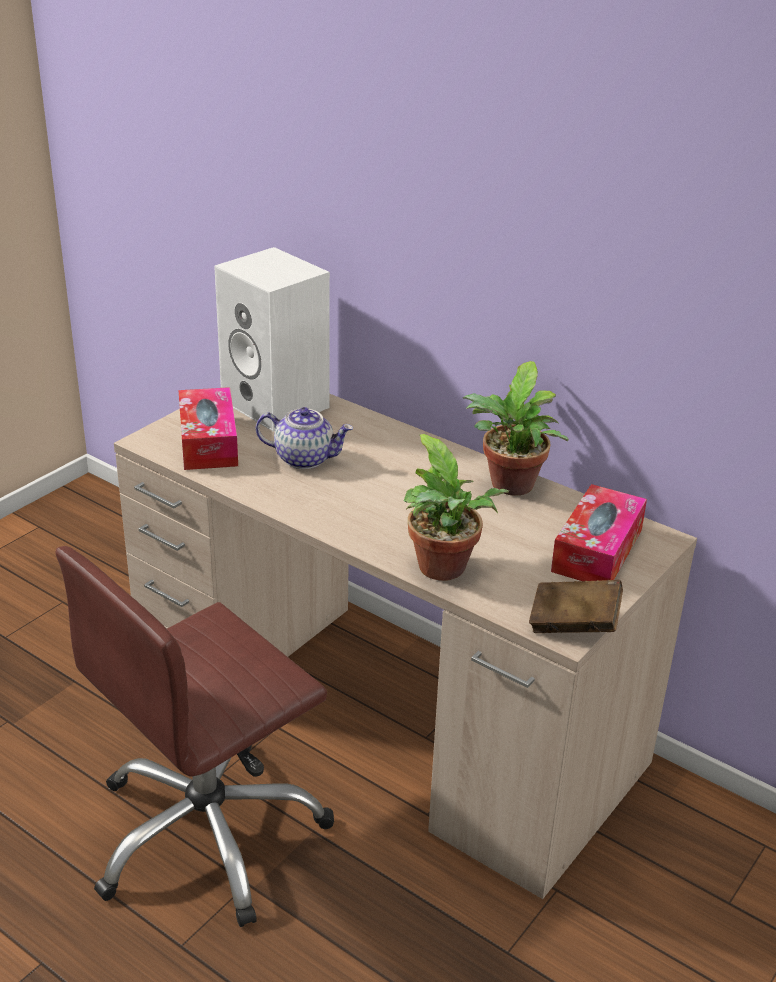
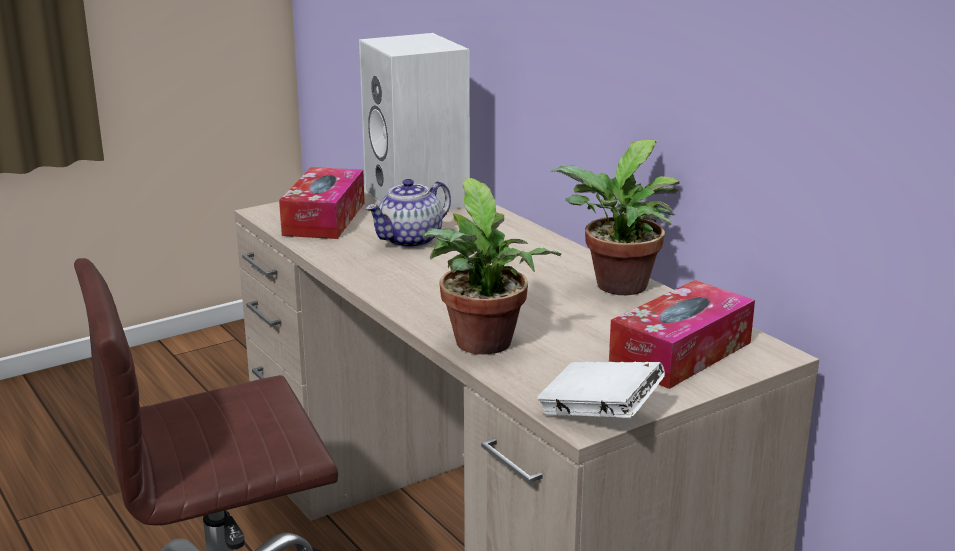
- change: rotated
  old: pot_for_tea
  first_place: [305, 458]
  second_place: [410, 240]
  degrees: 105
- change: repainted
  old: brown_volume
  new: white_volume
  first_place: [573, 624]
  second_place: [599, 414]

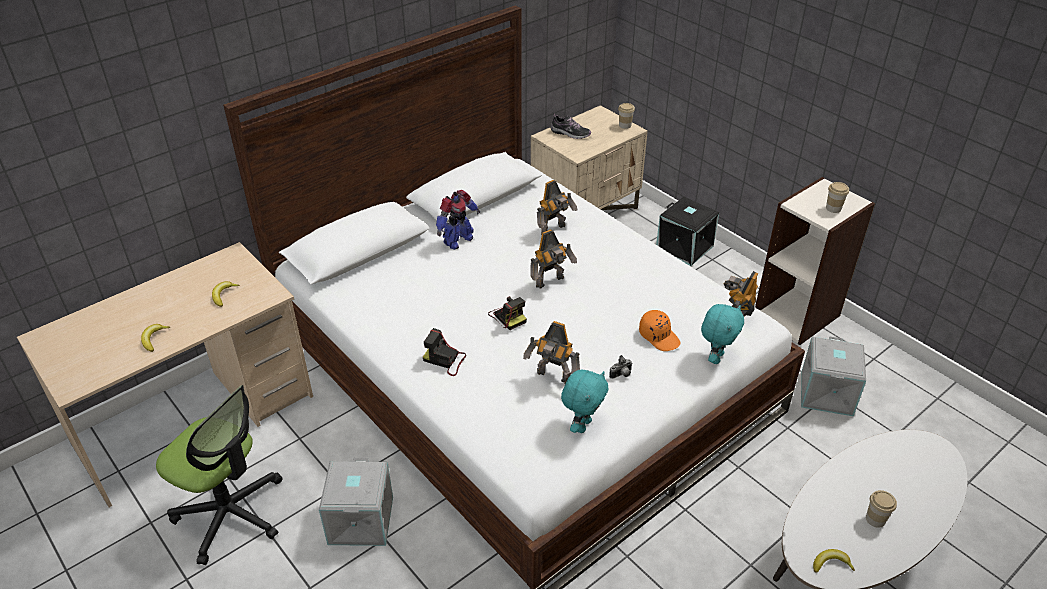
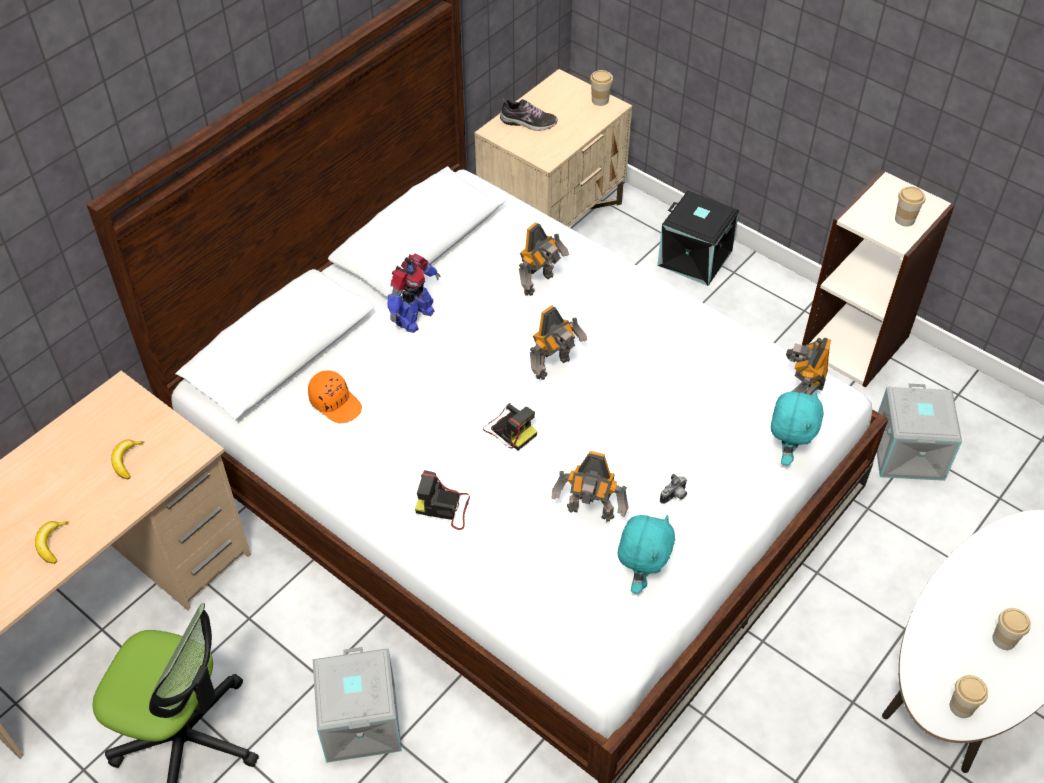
- change: shifted
  old: orange_baseball_cap
  first_place: [659, 336]
  second_place: [336, 403]
- change: swapped
  old: whole_banana
  new: small_cup
  first_place: [831, 564]
  second_place: [961, 707]

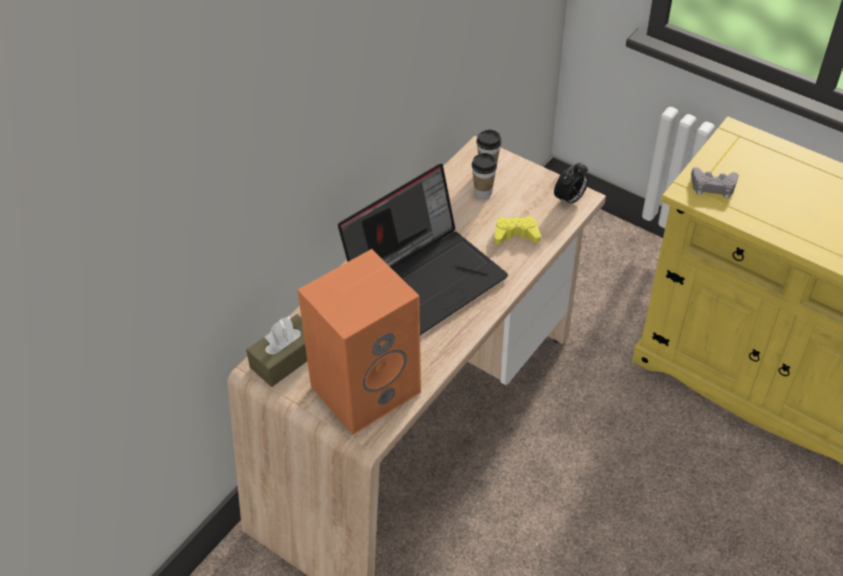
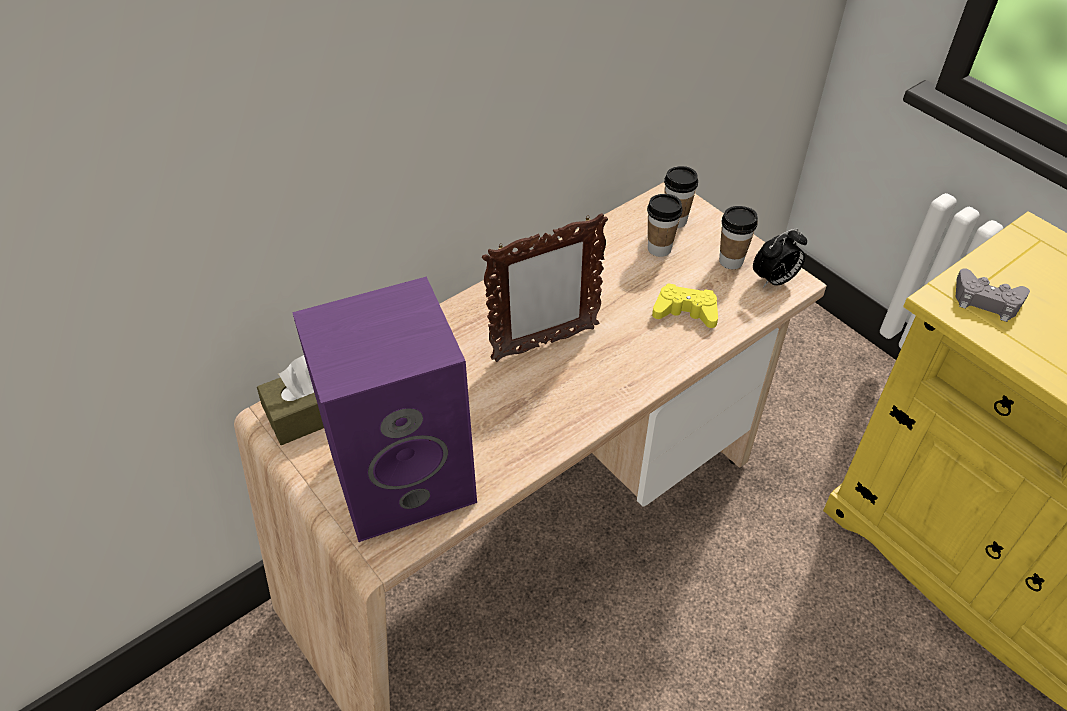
- change: swapped
  old: notebook_computer
  new: photo_frame
  first_place: [426, 278]
  second_place: [544, 344]
- change: repainted
  old: orange_speaker
  new: purple-coloured_speaker
  first_place: [366, 386]
  second_place: [405, 475]
- change: new
  new: small_cup
  second_place: [731, 261]

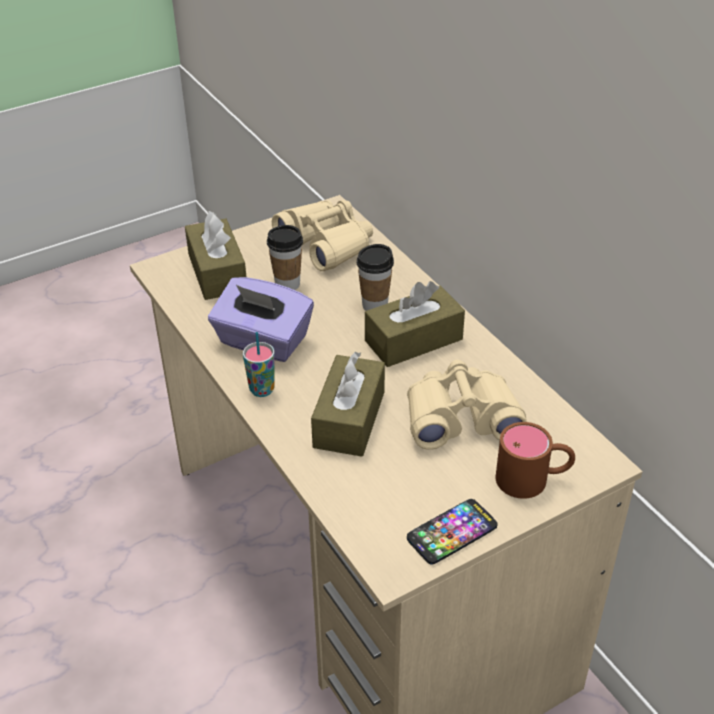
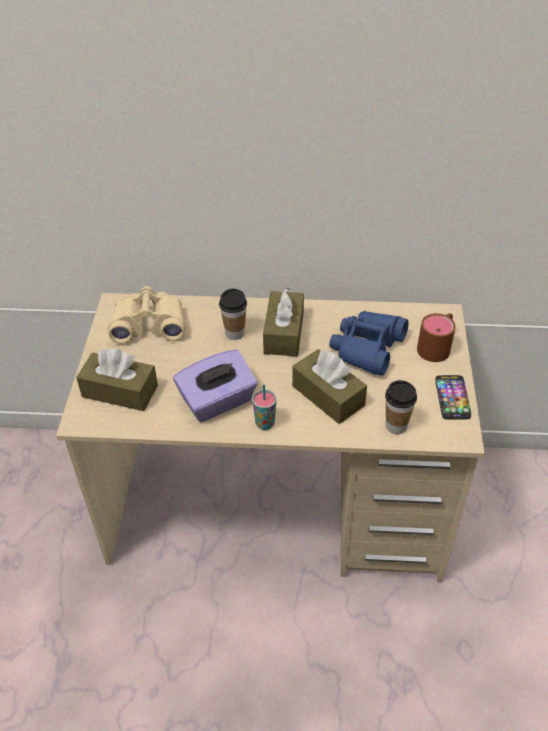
- change: shifted
  old: small_cup
  first_place: [287, 284]
  second_place: [396, 426]
- change: repainted
  old: beige-coloured_pair_of_binoculars
  new: bluish_pair_of_binoculars
  first_place: [461, 417]
  second_place: [367, 348]

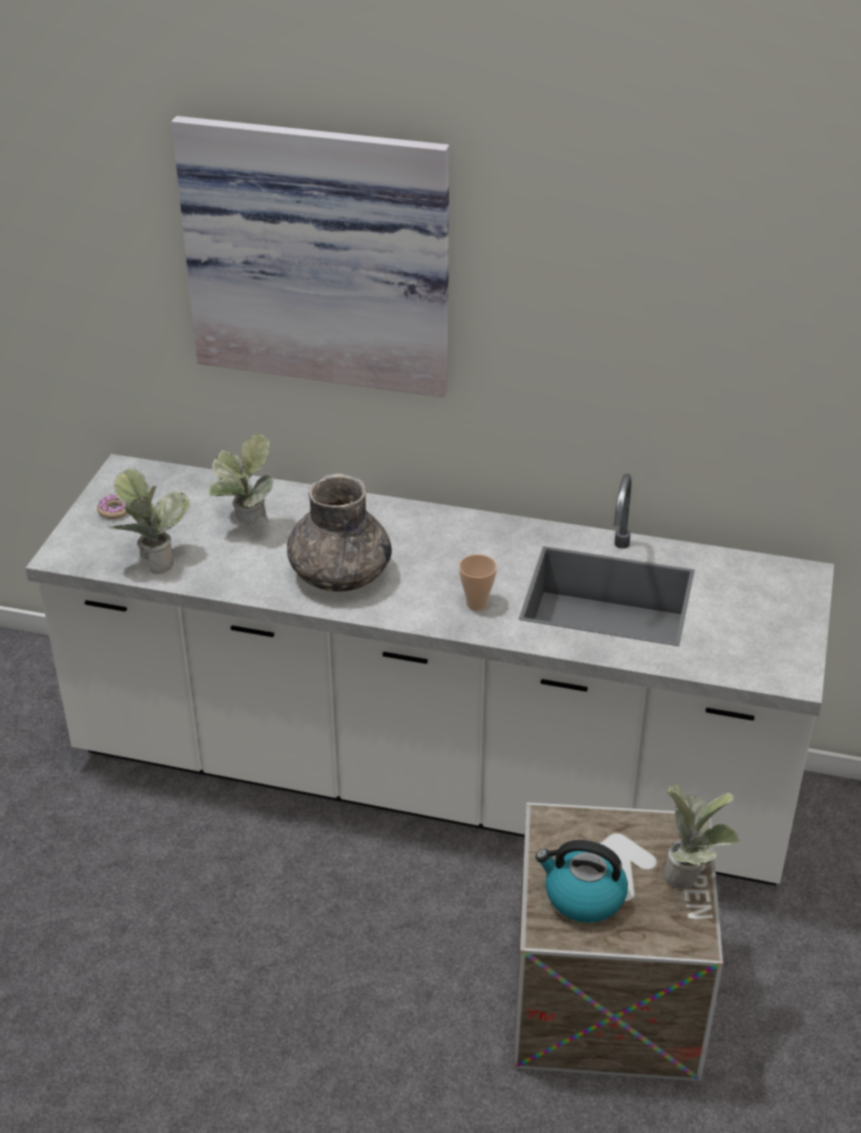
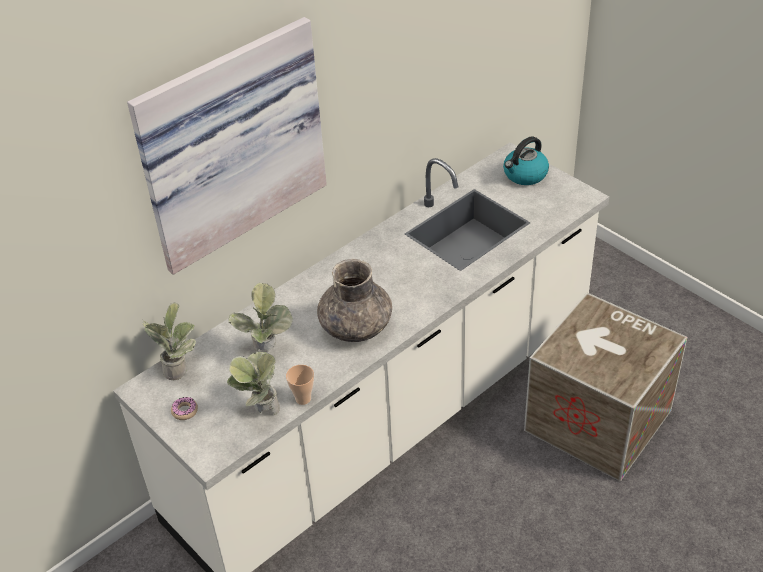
- change: shifted
  old: small_cup
  first_place: [476, 603]
  second_place: [303, 398]
- change: shifted
  old: houseplant
  first_place: [690, 876]
  second_place: [179, 367]
- change: shifted
  old: tea_kettle
  first_place: [583, 897]
  second_place: [525, 175]

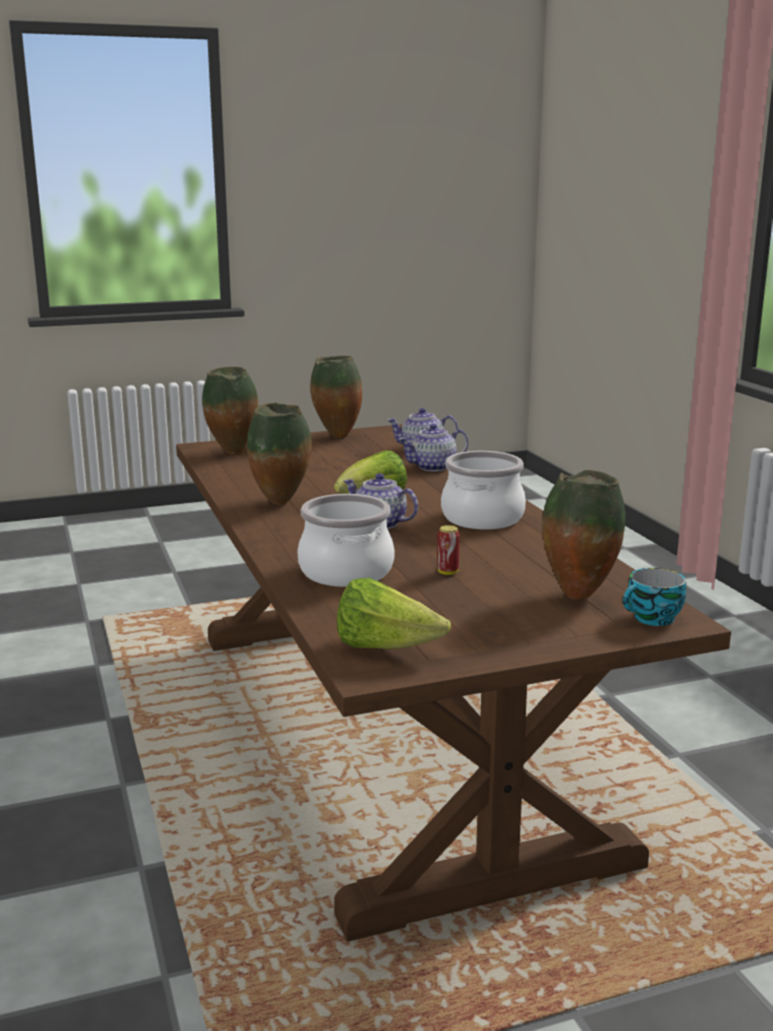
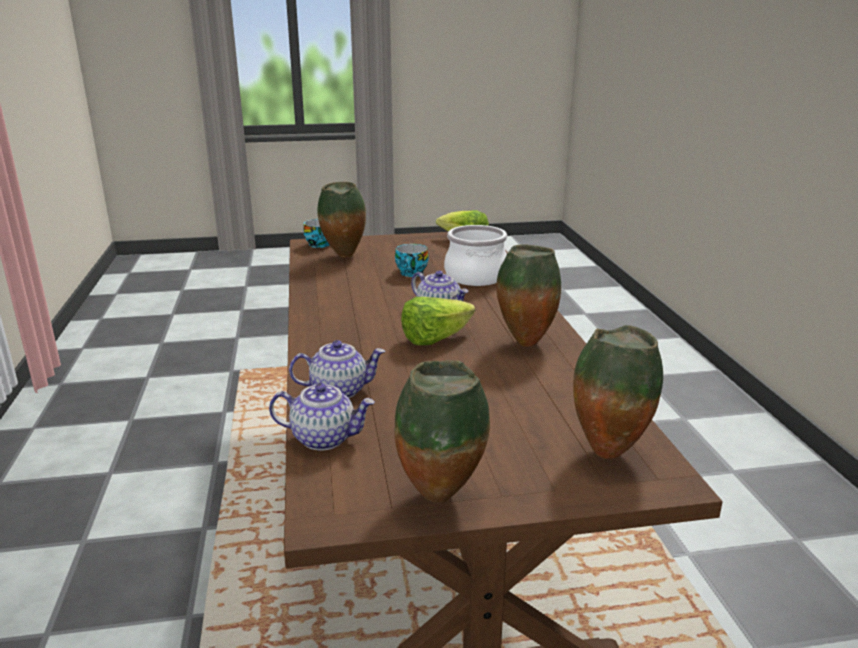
- change: gone
  old: cooking_pot
  first_place: [481, 518]
- change: swapped
  old: sealed_can
  new: small_cup
  first_place: [447, 572]
  second_place: [410, 272]

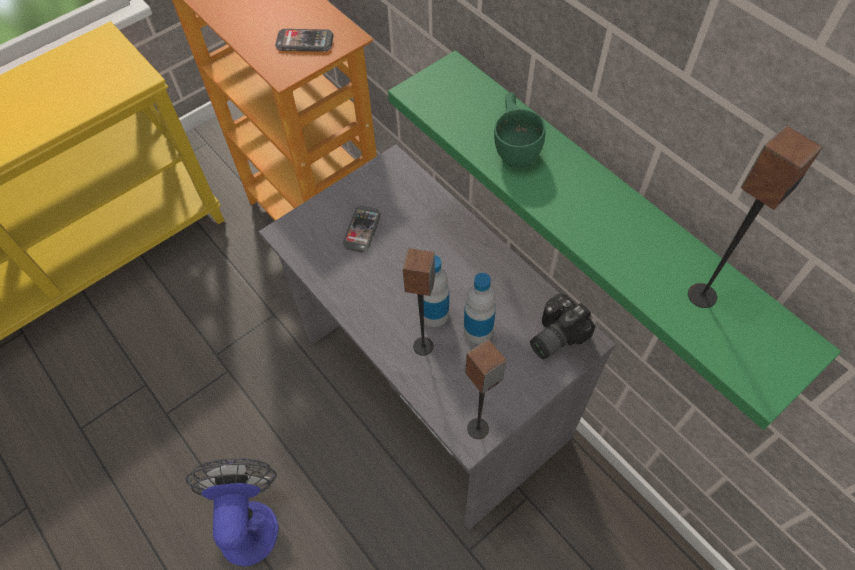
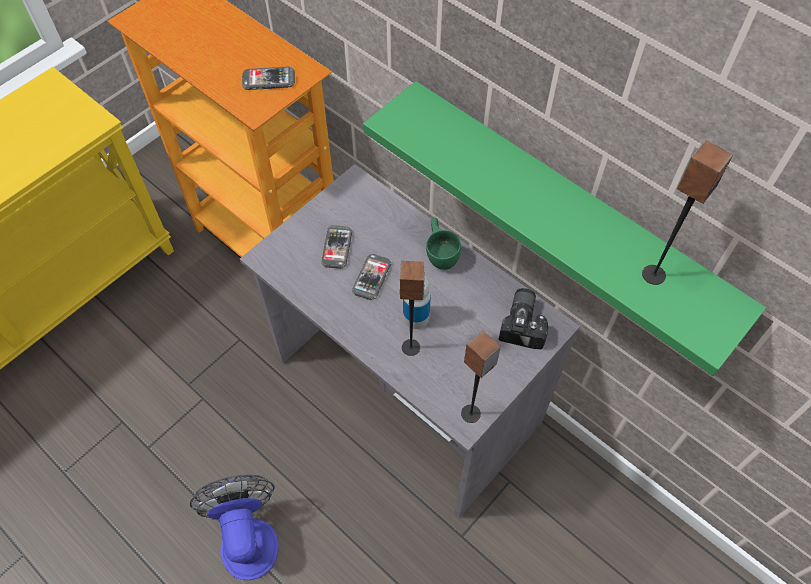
- change: shifted
  old: green-coloured_small_cup
  first_place: [516, 147]
  second_place: [441, 253]
- change: gone
  old: bottle
  first_place: [478, 330]
- change: rotated
  old: still_camera
  first_place: [553, 335]
  second_place: [525, 324]
  degrees: 150
- change: new
  new: telephone
  second_place: [372, 277]

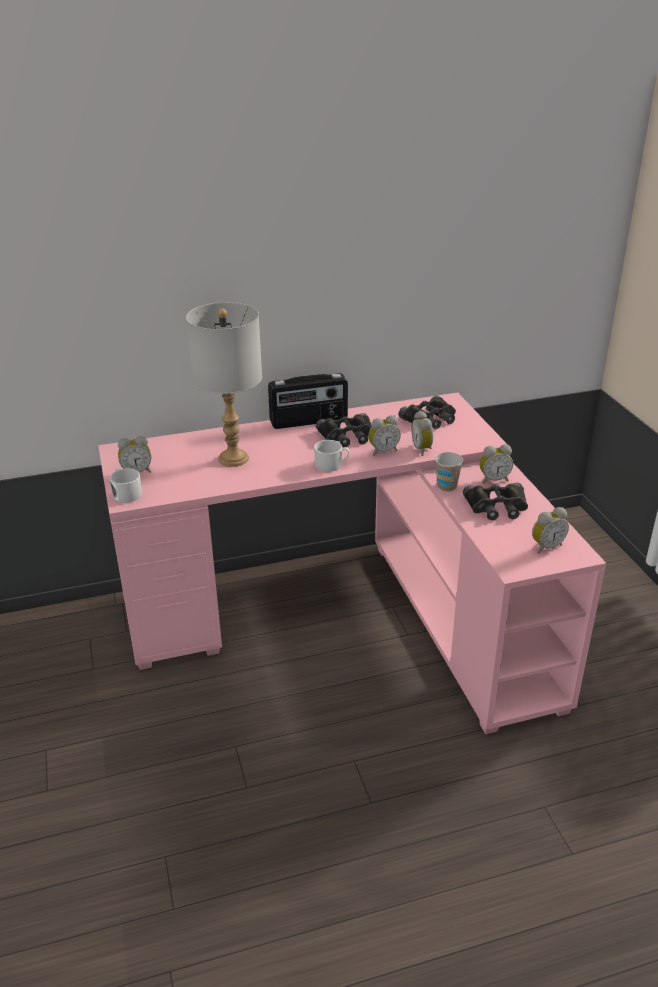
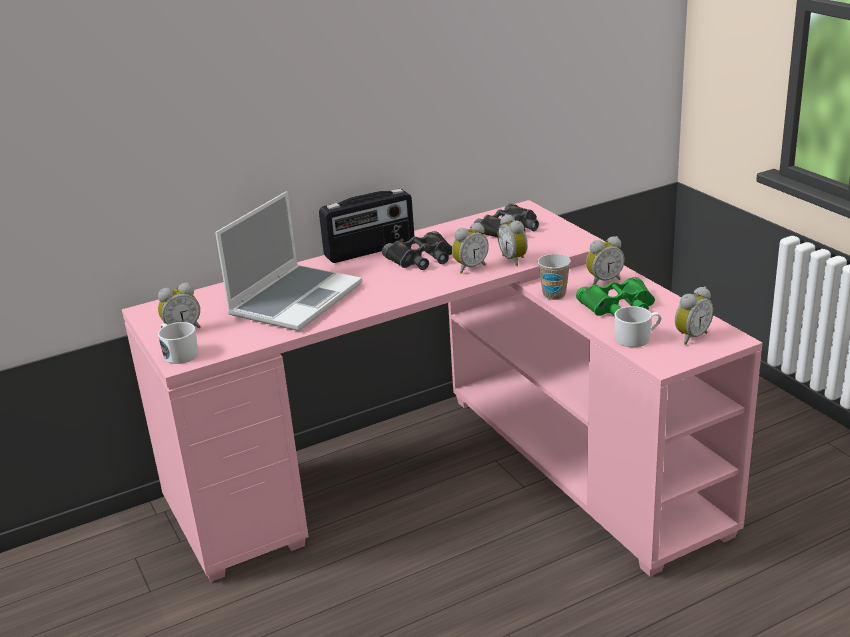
- change: swapped
  old: greyish_lamp_for_a_table
  new: notebook_computer
  first_place: [233, 458]
  second_place: [296, 299]
- change: shifted
  old: white_mug
  first_place: [332, 465]
  second_place: [637, 338]
- change: repainted
  old: black-coloured_pair_of_binoculars
  new: green-coloured_pair_of_binoculars
  first_place: [497, 507]
  second_place: [619, 306]

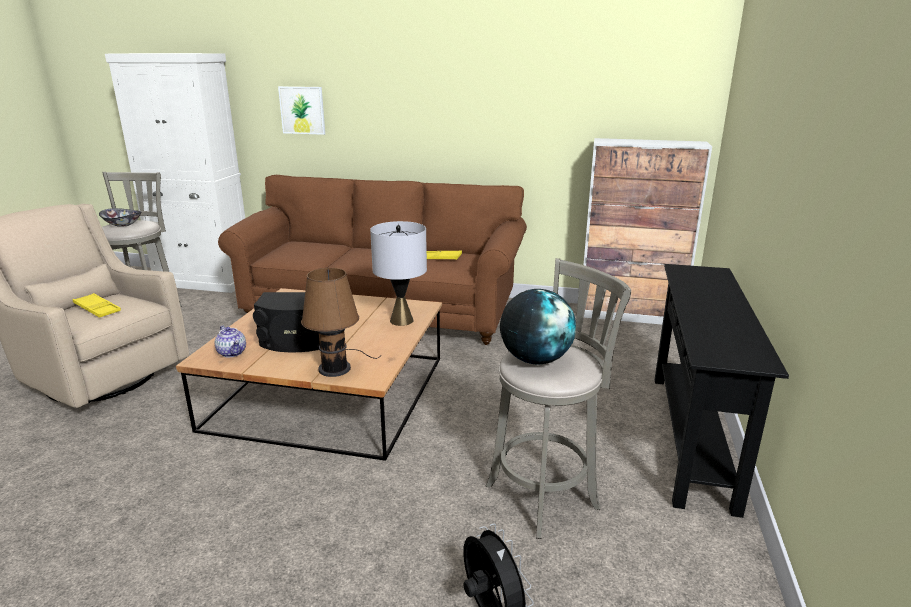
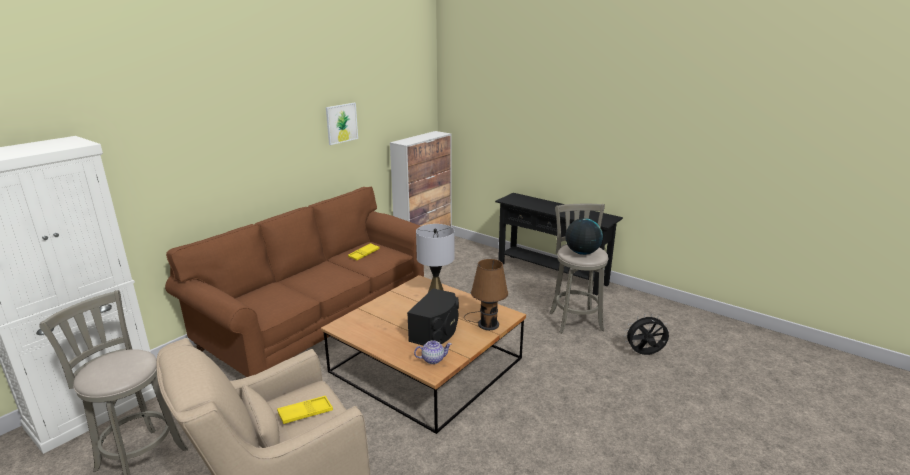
- change: shifted
  old: wall_picture
  first_place: [302, 110]
  second_place: [341, 123]
- change: gone
  old: deep_dish
  first_place: [123, 224]

